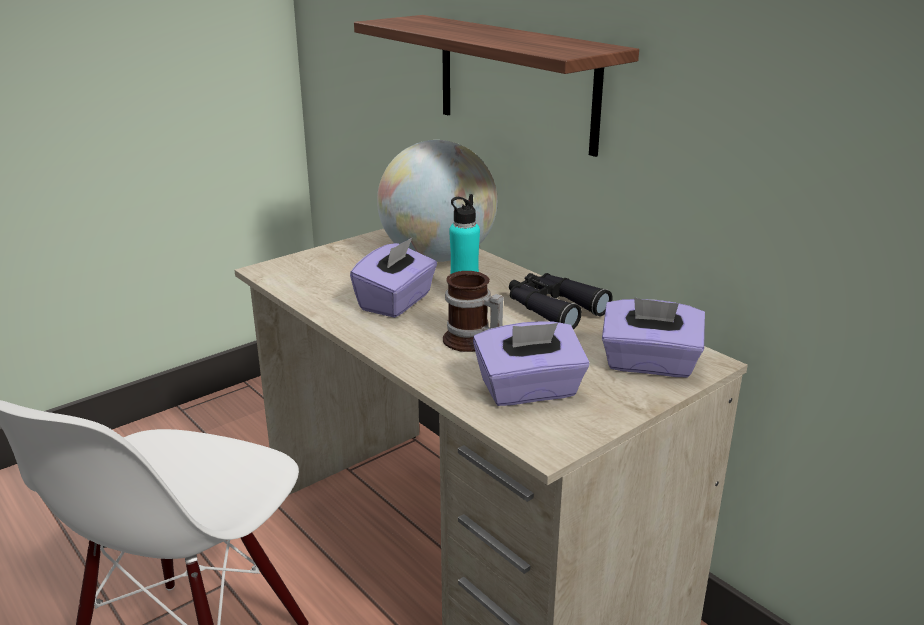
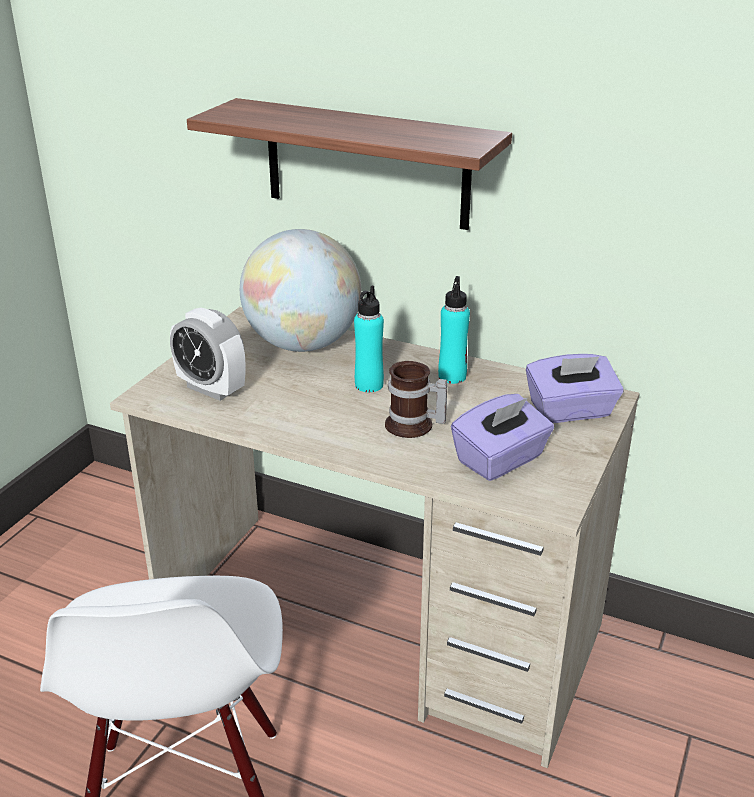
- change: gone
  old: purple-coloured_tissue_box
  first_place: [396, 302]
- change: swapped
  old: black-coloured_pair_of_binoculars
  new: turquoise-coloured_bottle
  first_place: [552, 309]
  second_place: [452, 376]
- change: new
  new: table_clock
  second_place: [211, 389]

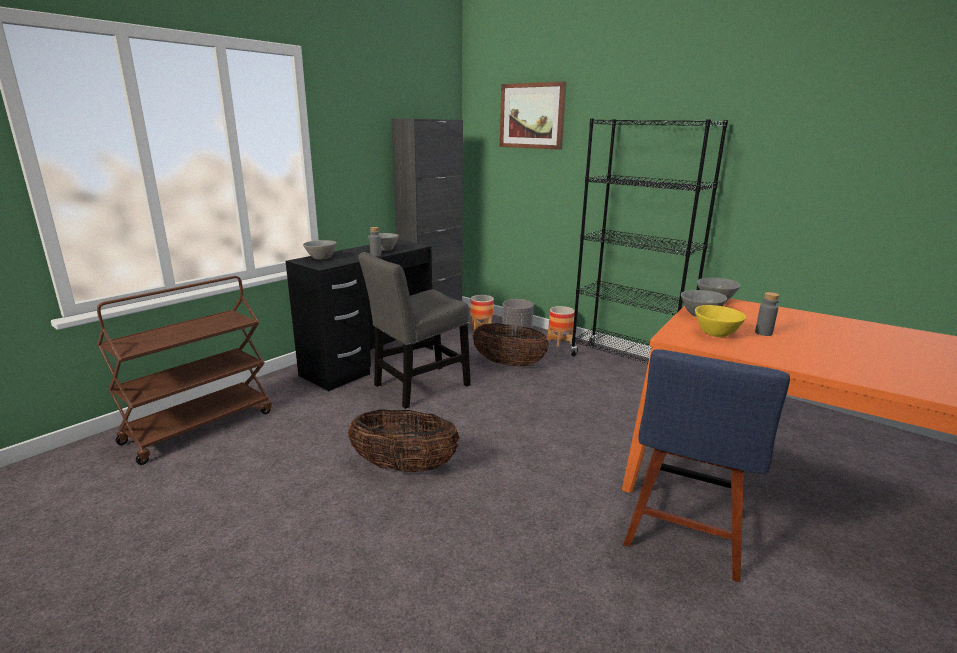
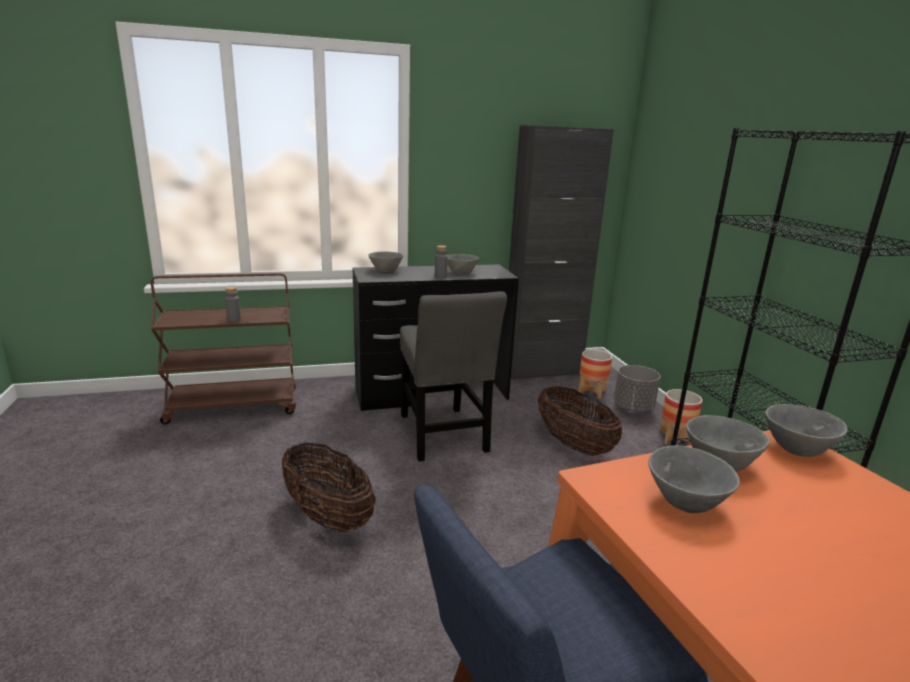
- change: gone
  old: wall_picture
  first_place: [532, 116]
- change: rotated
  old: greyish_plain_chair
  first_place: [418, 387]
  second_place: [443, 436]
  degrees: -105
- change: shifted
  old: greyish_bottle
  first_place: [763, 333]
  second_place: [234, 319]
- change: repainted
  old: yellowish_deep_dish
  new: greyish_deep_dish
  first_place: [715, 334]
  second_place: [683, 502]

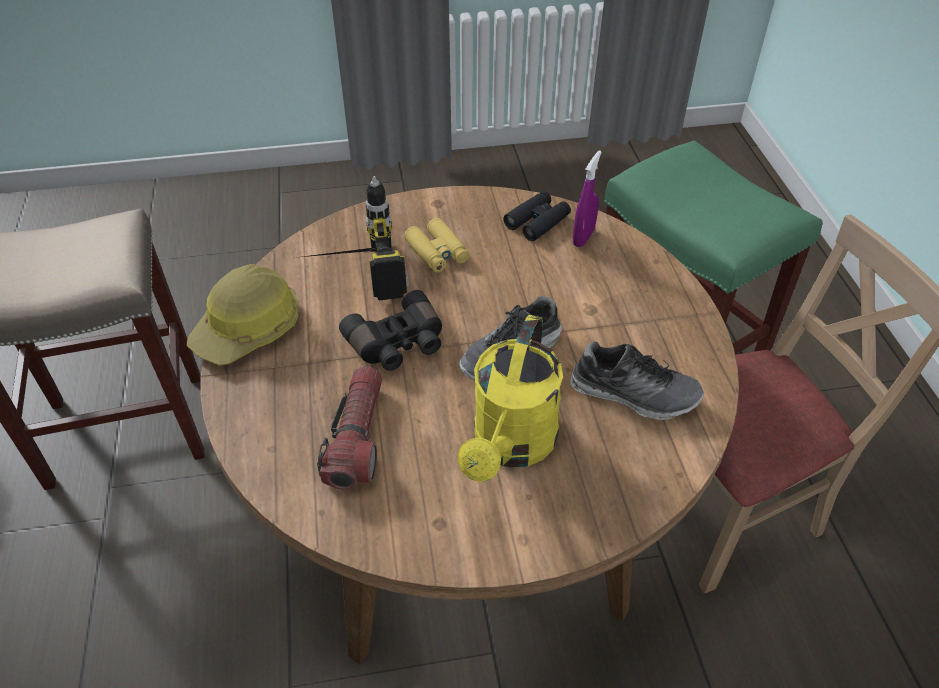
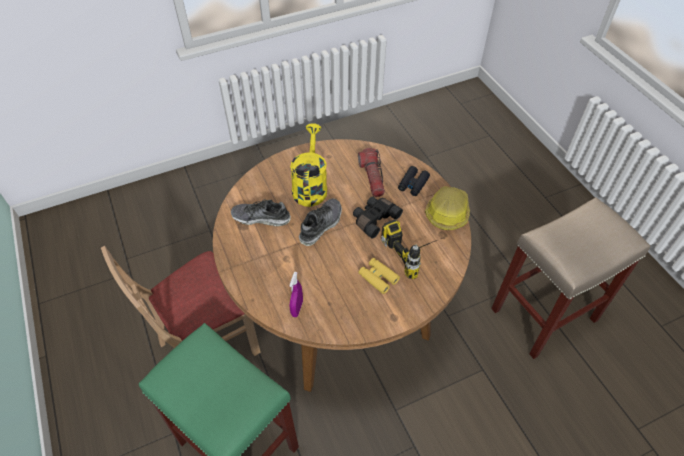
- change: shifted
  old: black-coloured_pair_of_binoculars
  first_place: [537, 222]
  second_place: [413, 184]

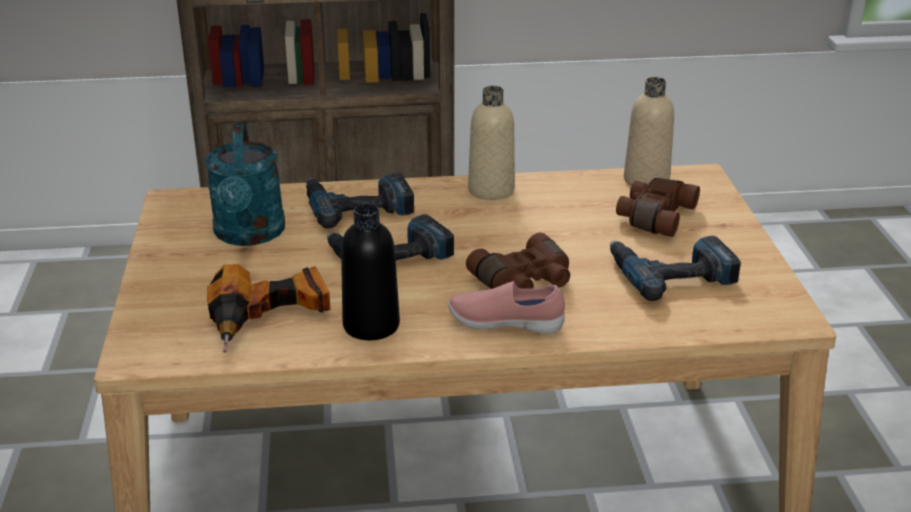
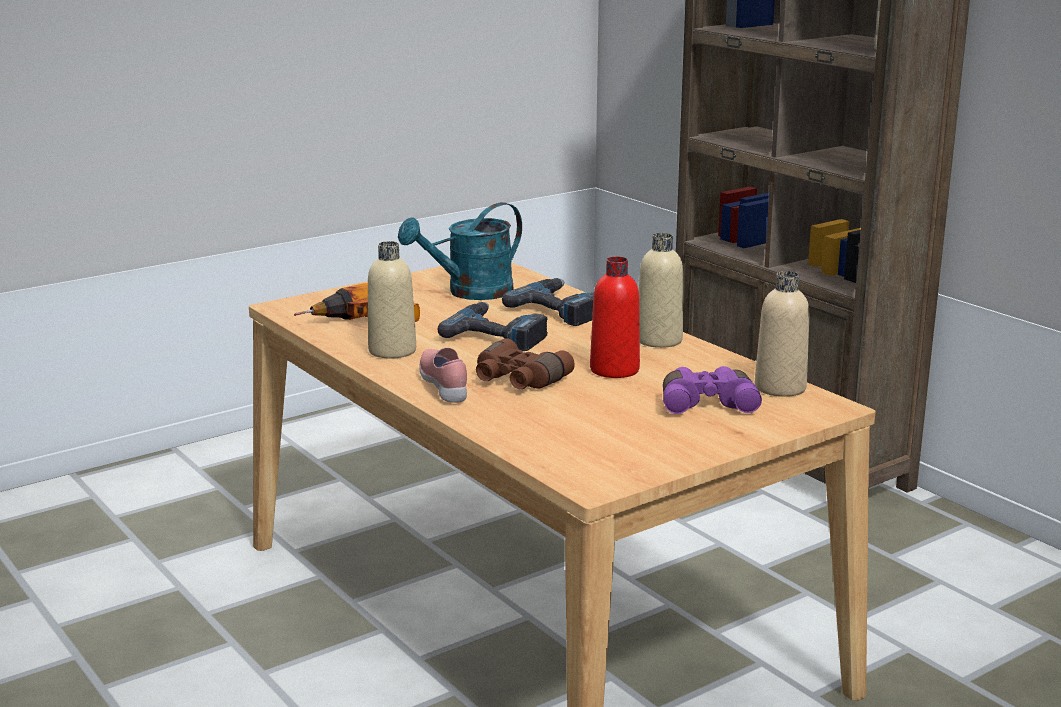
- change: repainted
  old: brown_pair_of_binoculars
  new: purple-coloured_pair_of_binoculars
  first_place: [653, 217]
  second_place: [707, 403]
- change: repainted
  old: black-coloured_bottle
  new: beige-coloured_bottle
  first_place: [371, 325]
  second_place: [392, 351]
- change: gone
  old: power_drill
  first_place: [671, 273]
- change: new
  new: red_bottle
  second_place: [614, 370]

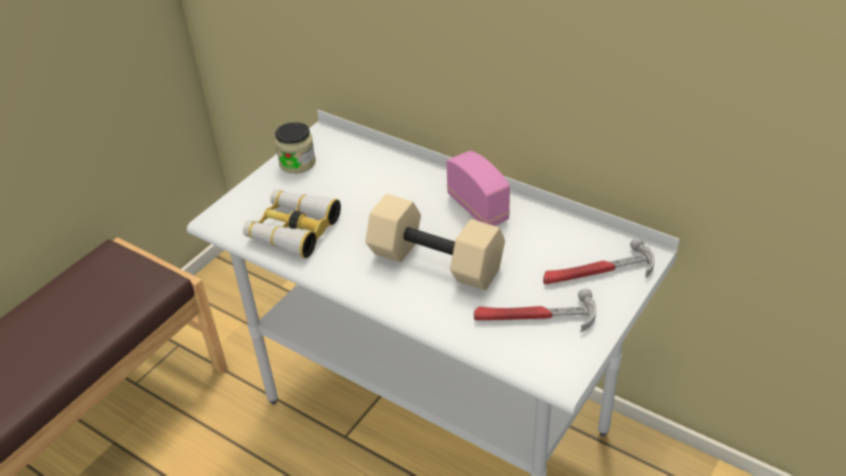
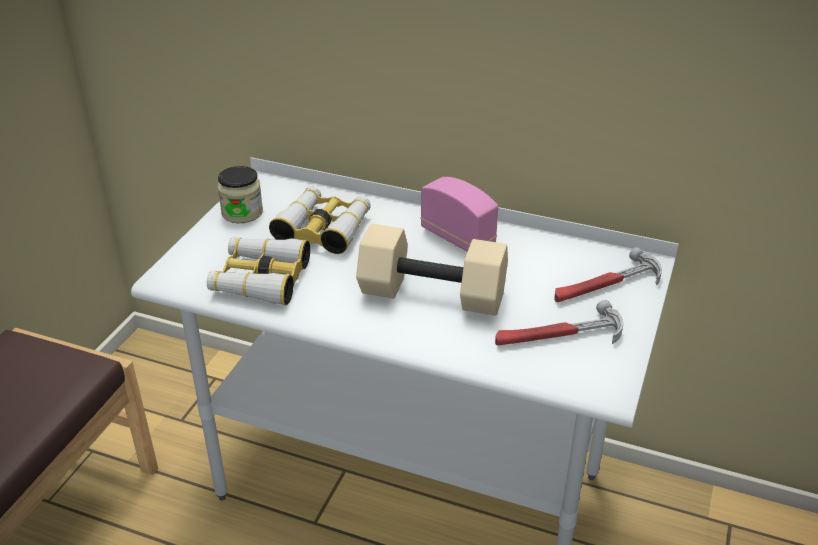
- change: new
  new: pair_of_binoculars
  second_place: [323, 228]

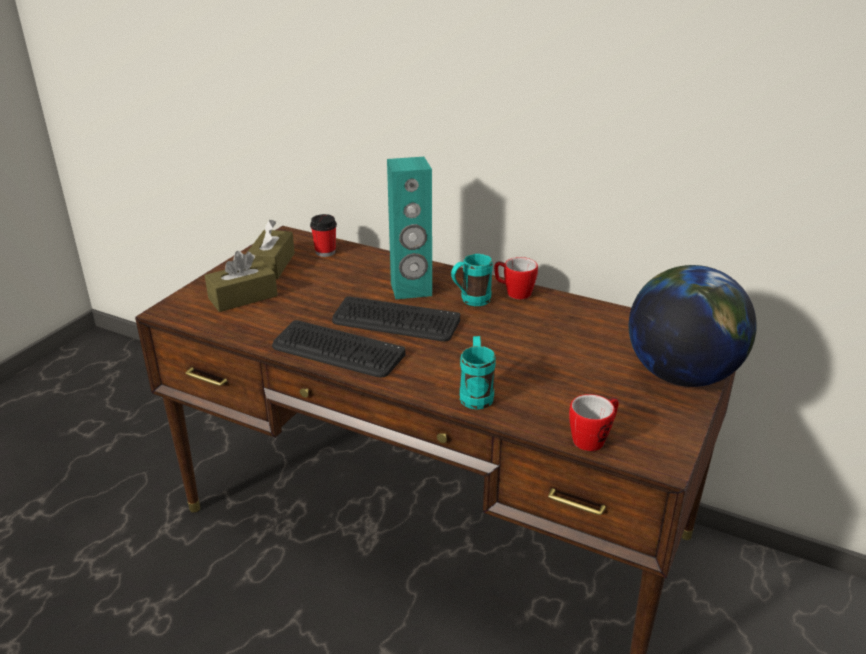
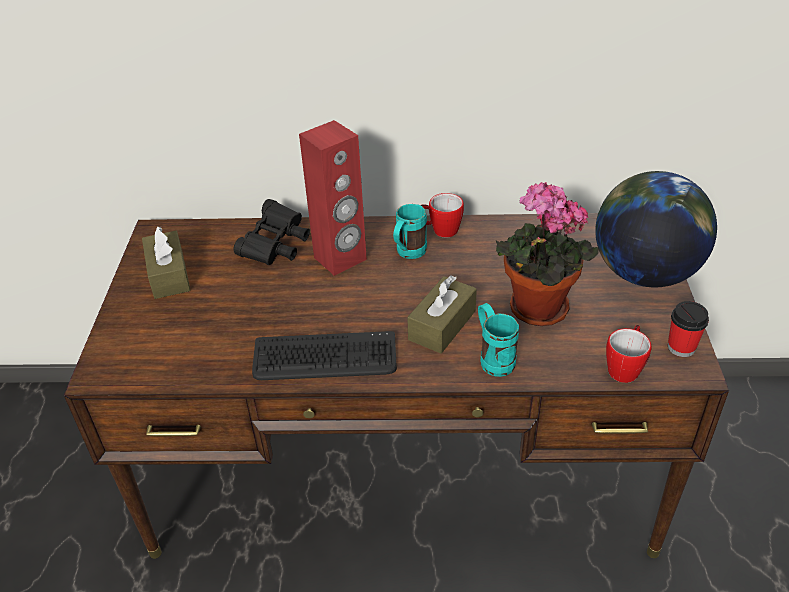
- change: repainted
  old: turquoise-coloured_speaker
  new: red_speaker
  first_place: [411, 290]
  second_place: [340, 259]
- change: shifted
  old: small_cup
  first_place: [325, 252]
  second_place: [681, 347]
- change: shifted
  old: brown_tissue_box
  first_place: [243, 297]
  second_place: [442, 325]
- change: gone
  old: PC_keyboard
  first_place: [395, 321]
- change: new
  new: houseplant
  second_place: [535, 311]
- change: new
  new: black-coloured_pair_of_binoculars
  second_place: [276, 246]

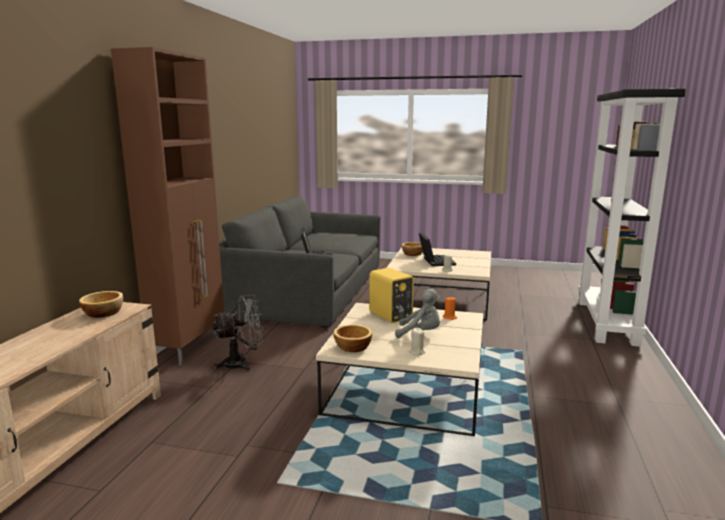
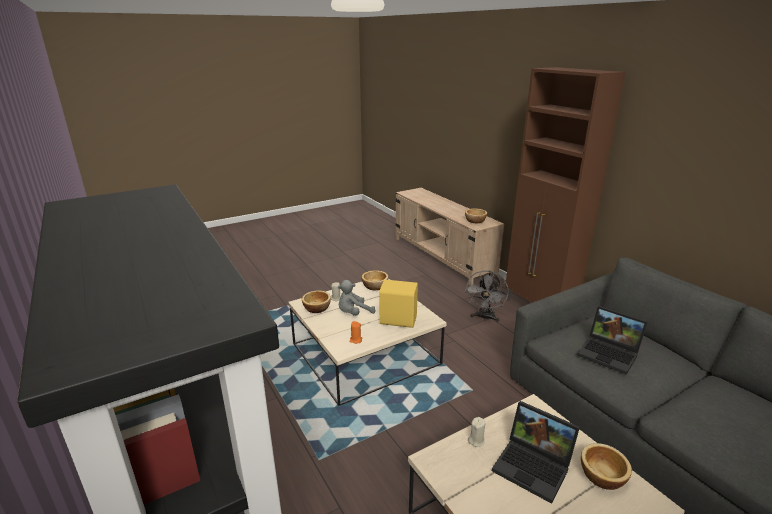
- change: new
  new: deep_dish
  second_place: [317, 308]

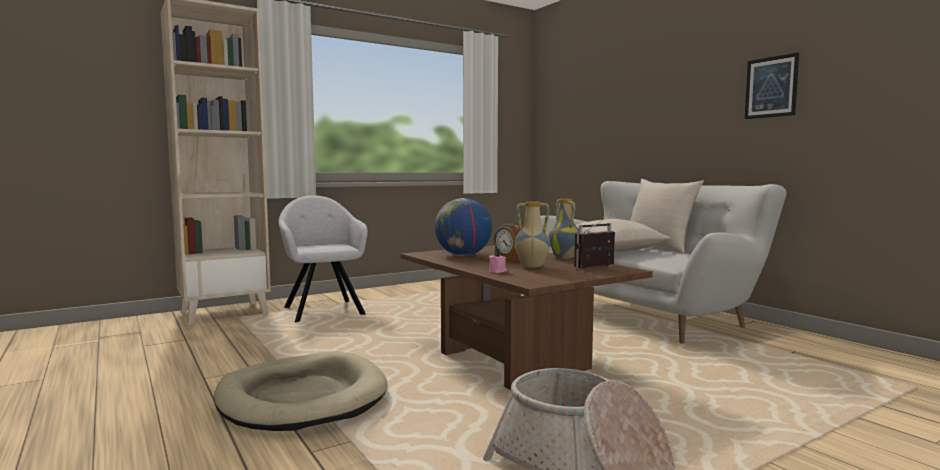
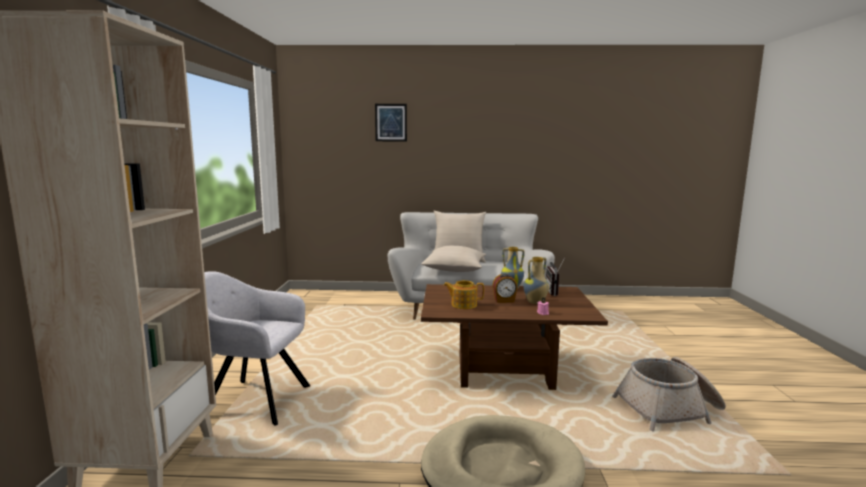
- change: shifted
  old: wall_picture
  first_place: [771, 87]
  second_place: [391, 122]
- change: swapped
  old: world_globe
  new: pot_for_tea
  first_place: [463, 255]
  second_place: [463, 304]

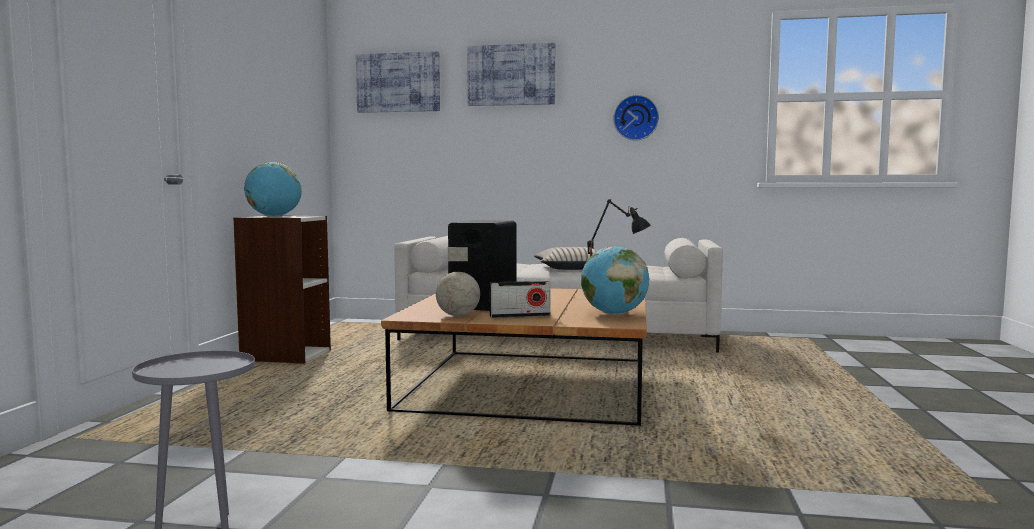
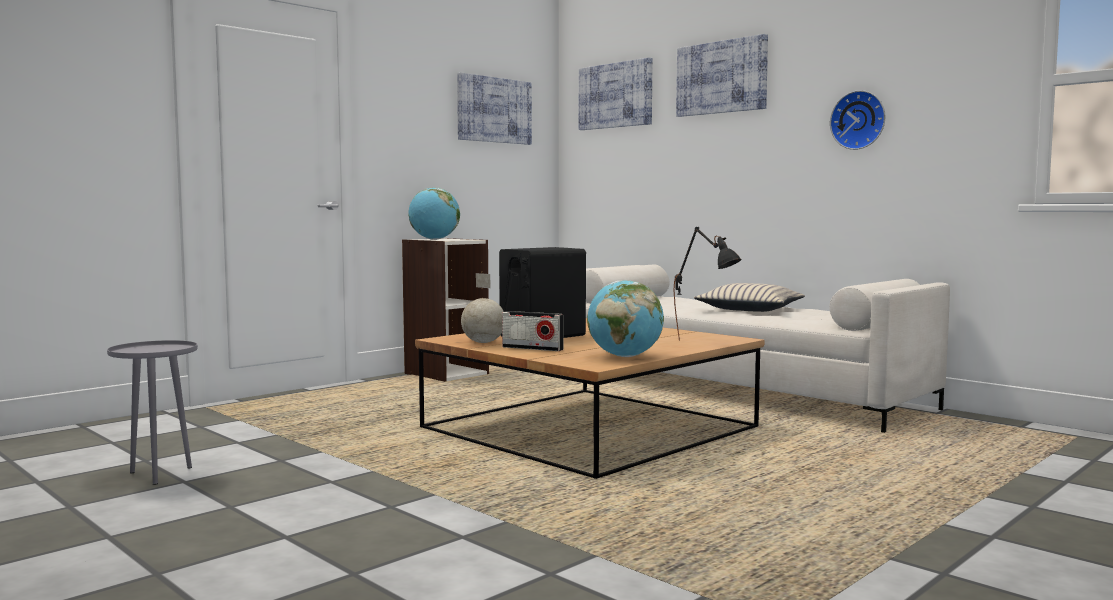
- change: new
  new: wall_picture
  second_place: [494, 110]

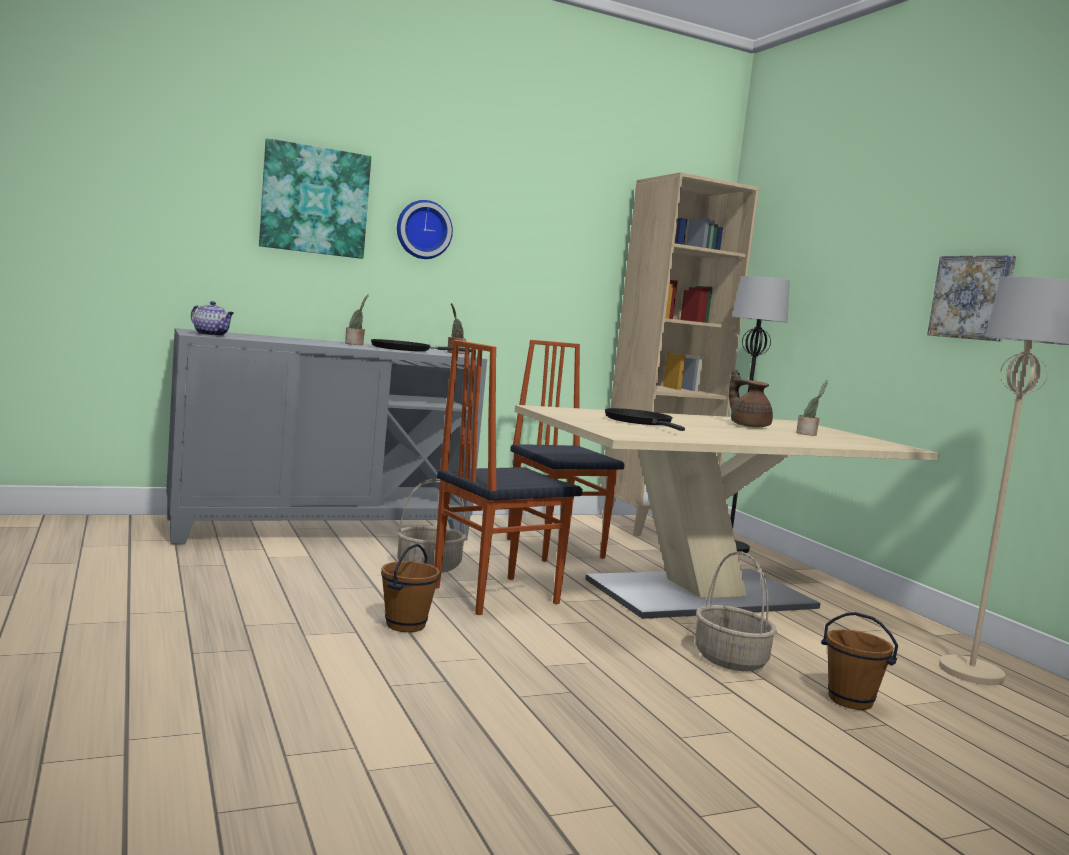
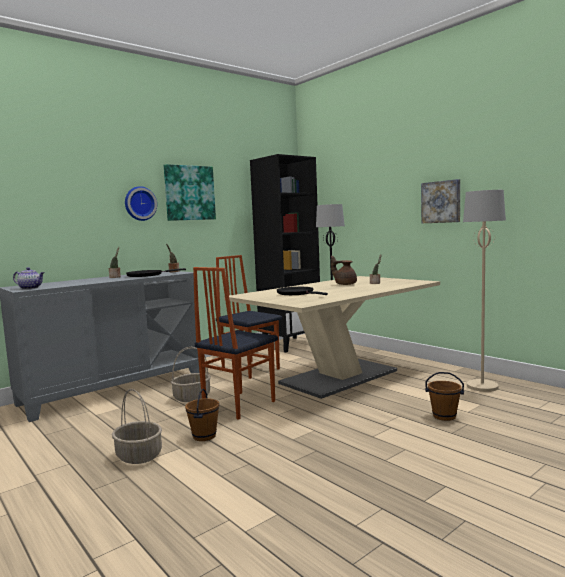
- change: shifted
  old: wall_picture
  first_place: [315, 200]
  second_place: [189, 193]
- change: repainted
  old: beige-coloured_bookcase
  new: black-coloured_bookcase
  first_place: [654, 526]
  second_place: [290, 344]
- change: shifted
  old: household_basket
  first_place: [729, 659]
  second_place: [138, 455]

